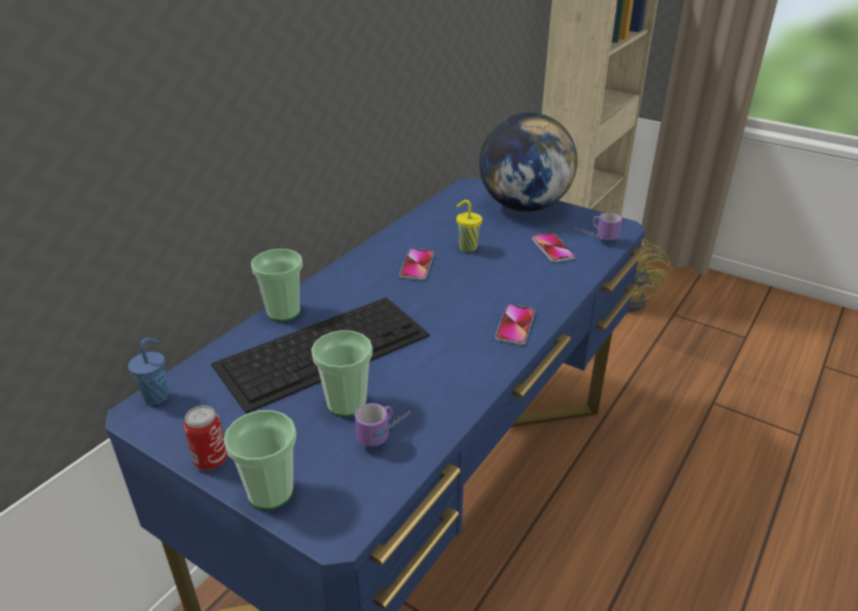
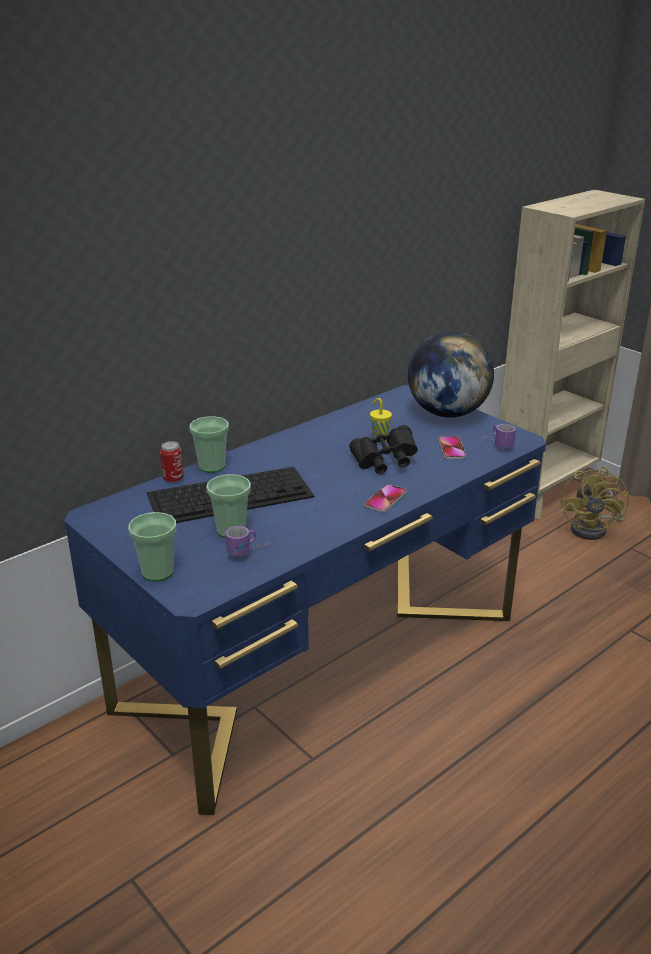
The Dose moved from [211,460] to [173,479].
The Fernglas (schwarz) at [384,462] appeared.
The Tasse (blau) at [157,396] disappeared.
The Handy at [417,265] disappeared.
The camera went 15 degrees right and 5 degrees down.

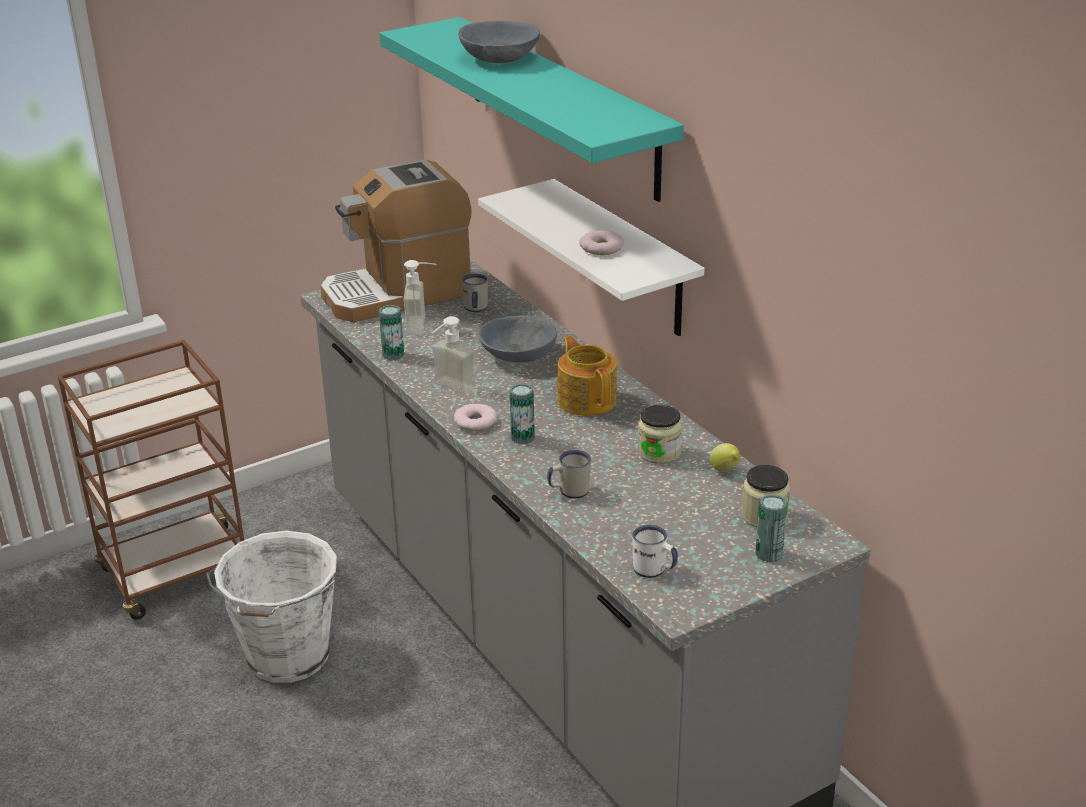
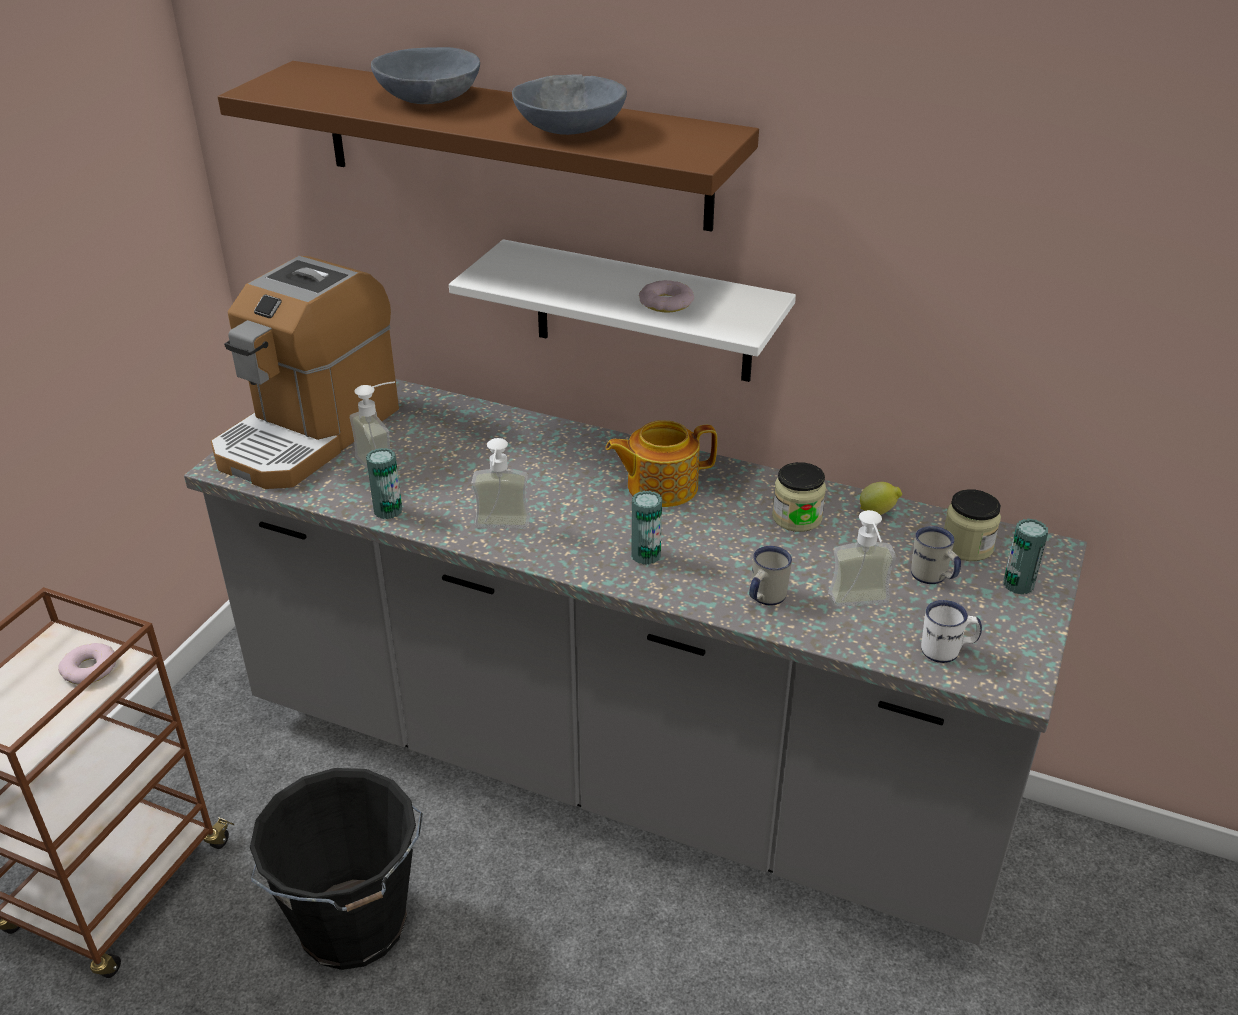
The Donut moved from [475,422] to [89,669].
The Wandregal (türkis) at [560,106] became the Wandregal (braun) at [513,145].
The Eimer (weiß) at [287,658] became the Eimer (schwarz) at [354,928].
The Schüssel (grau) moved from [517,355] to [569,129].
The Teekanne at [587,400] turned 45 degrees counterclockwise.
The Seifenspender at [861,606] appeared.
The Henkelbecher (weiß) moved from [475,309] to [933,578].
The camera went 35 degrees left and 5 degrees up.

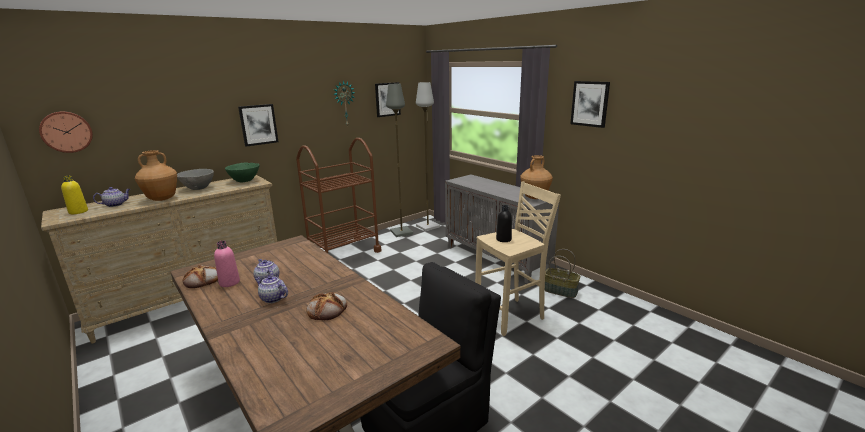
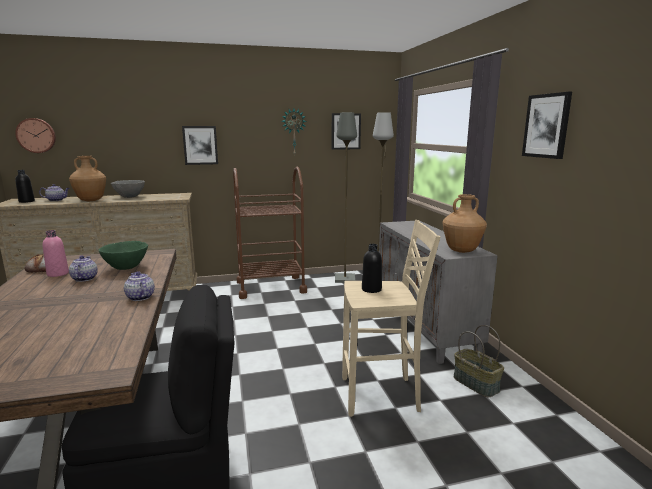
The Flasche (gelb) at [78,212] became the Flasche (schwarz) at [26,201].
The Schüssel (grün) moved from [245,181] to [126,268].
The Teekanne moved from [272,298] to [140,297].
The Brot at [327,309] disappeared.
The camera went 25 degrees right and 5 degrees down.

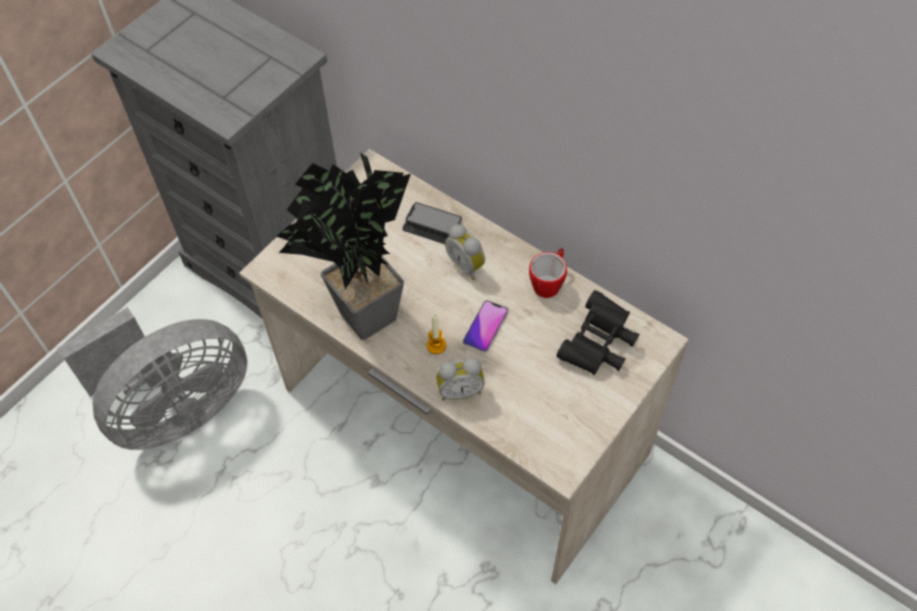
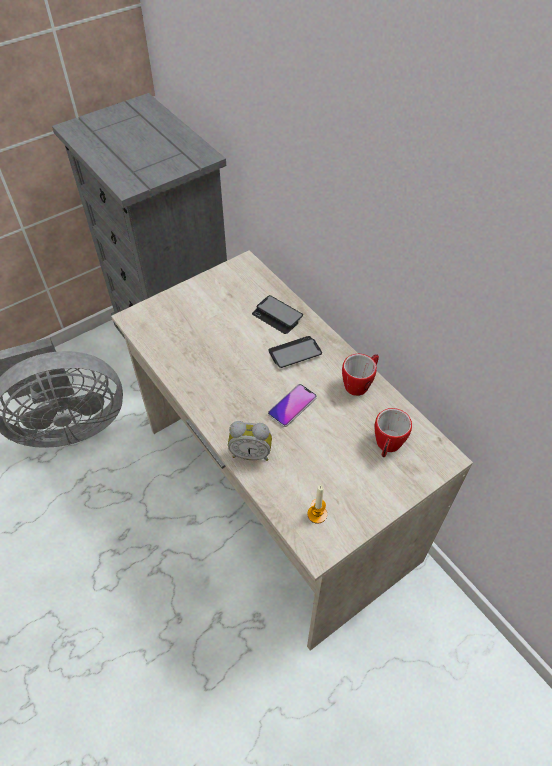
The Wecker at [467,265] was replaced by the Handy at [295,353].
The Kerze moved from [436,345] to [317,514].
The Fernglas (schwarz) at [598,345] was replaced by the Henkelbecher at [387,446].
The Topfpflanze at [358,317] disappeared.
The camera went 15 degrees right and 5 degrees down.

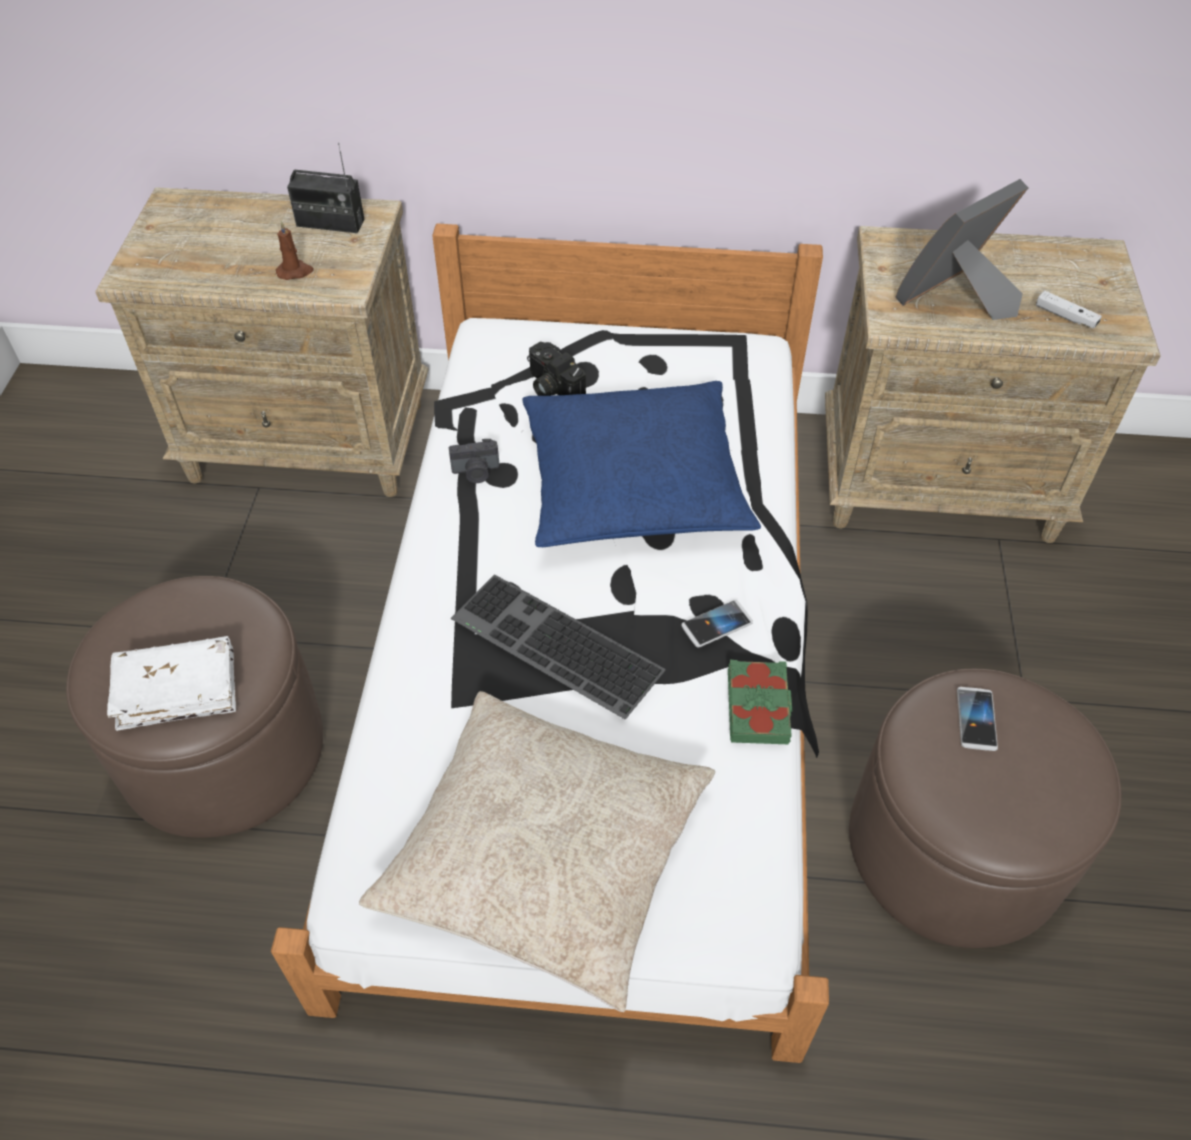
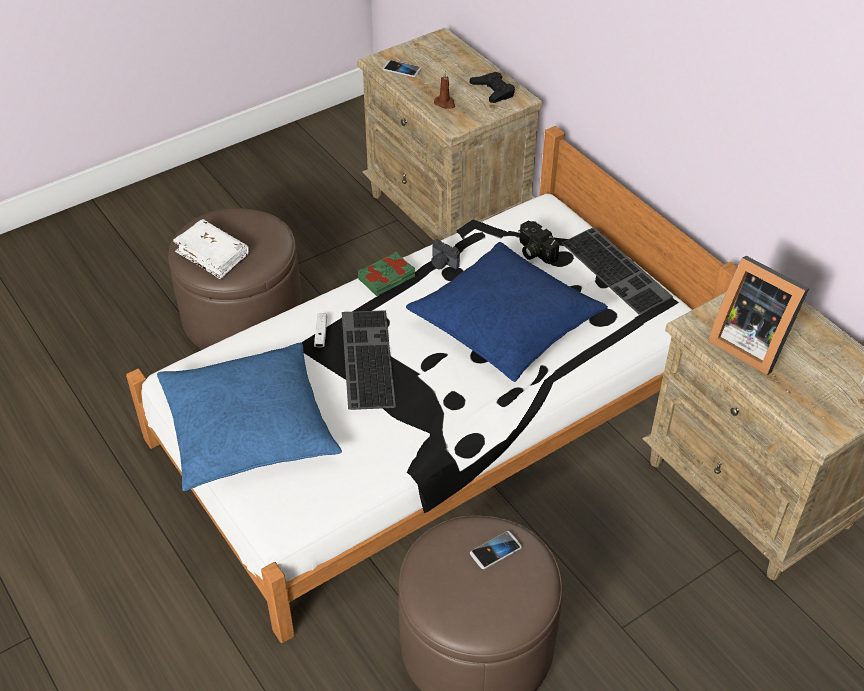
The Kissen (beige) at [545,854] became the Kissen (blau) at [248,428].
The Gamepad (weiß) moved from [1065,316] to [321,334].
The Buch (grün) moved from [759,707] to [387,278].
The Handy moved from [716,624] to [401,69].
The Radio at [330,223] was replaced by the Gamepad (schwarz) at [493,91].
The Kamera at [551,387] turned 45 degrees counterclockwise.
The Tastatur at [618,270] appeared.
The Bilderrahmen at [956,300] turned 150 degrees counterclockwise.
The camera went 50 degrees right and 5 degrees down.

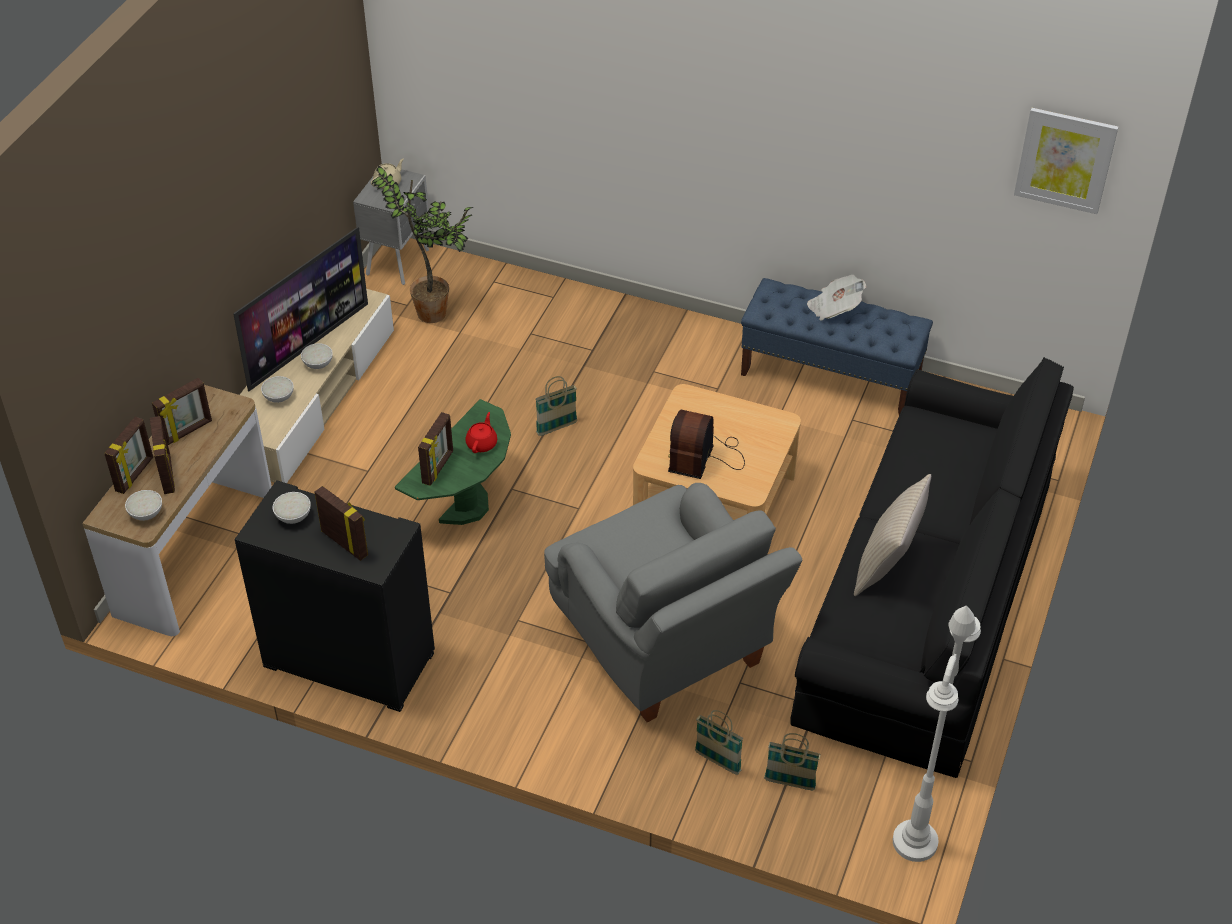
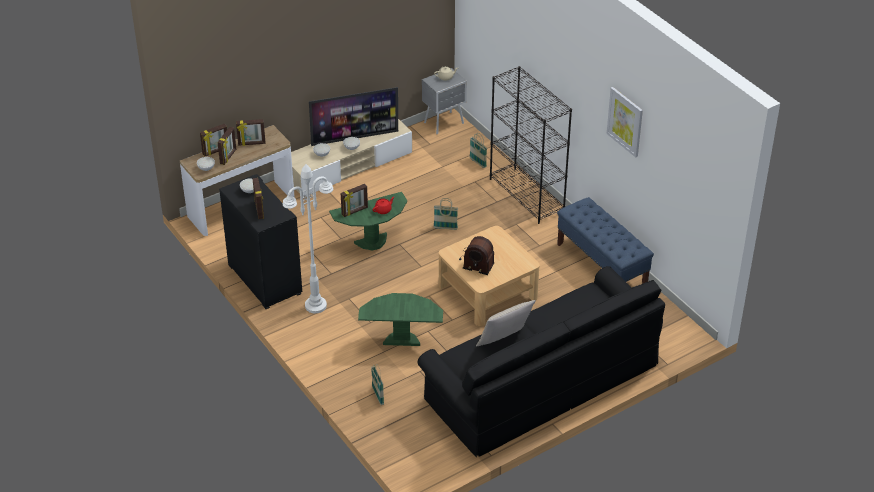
The Stehlampe (weiß) moved from [915,842] to [315,306].
The Sessel (grau) at [665,646] was replaced by the Beistelltisch (grün) at [402,340].
The Radio at [705,457] turned 120 degrees counterclockwise.
The Korb moved from [789,783] to [478,163].
The Bücherregal (schwarz) at [527,195] appeared.
The Bild moved from [1065,160] to [625,121].
The Topfpflanze at [436,314] disappeared.
The Zeitung at [834,308] disappeared.
The camera went 35 degrees right and 5 degrees down.

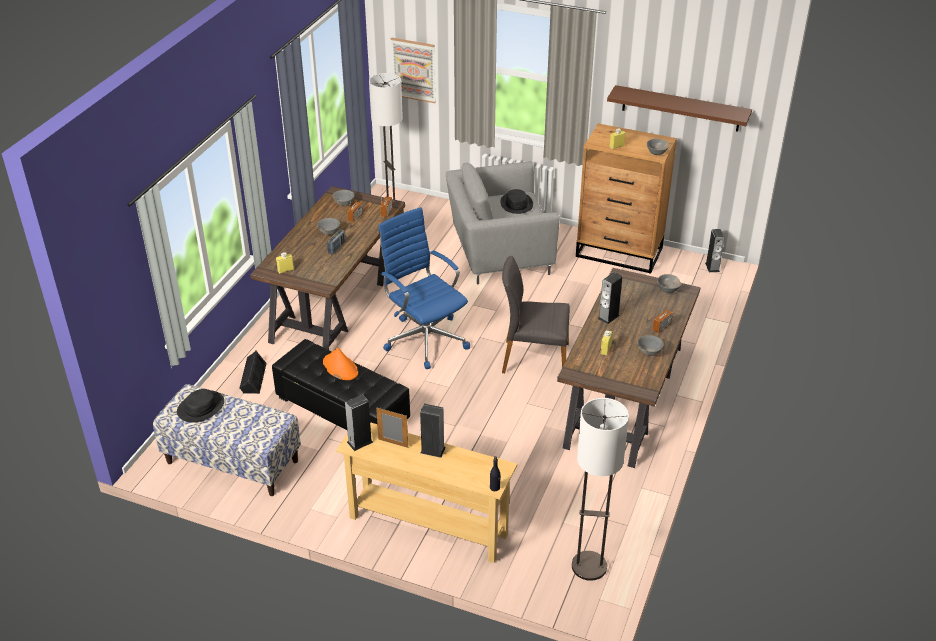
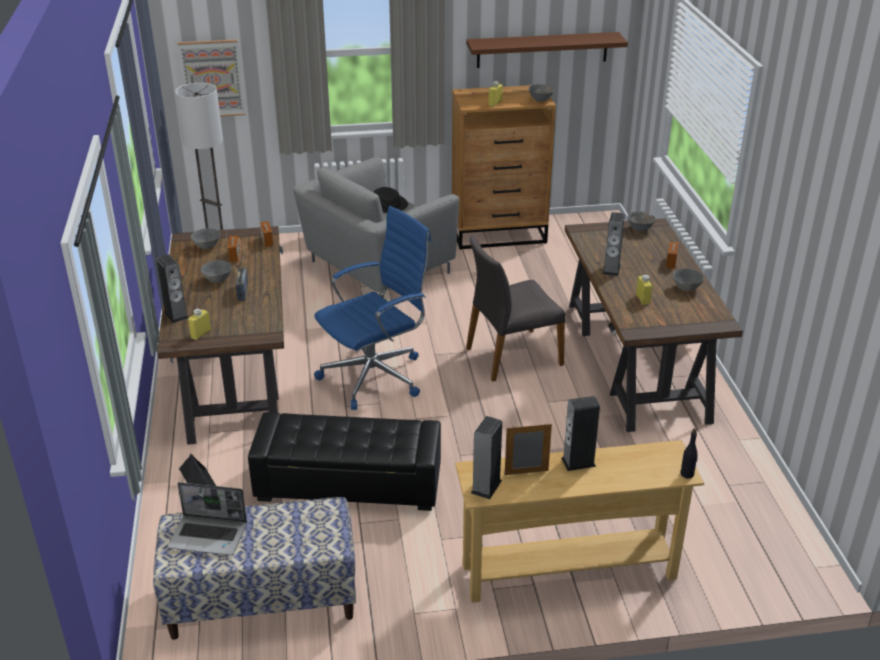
The Lautsprecher moved from [712,267] to [176,315].
The Hut (schwarz) at [201,407] was replaced by the Laptop at [209,536].
The Bürostuhl (blau) at [425,338] turned 120 degrees clockwise.
The Hut (orange) at [340,367] disappeared.
The Stehlampe at [589,566] disappeared.
The camera went 30 degrees left and 5 degrees down.

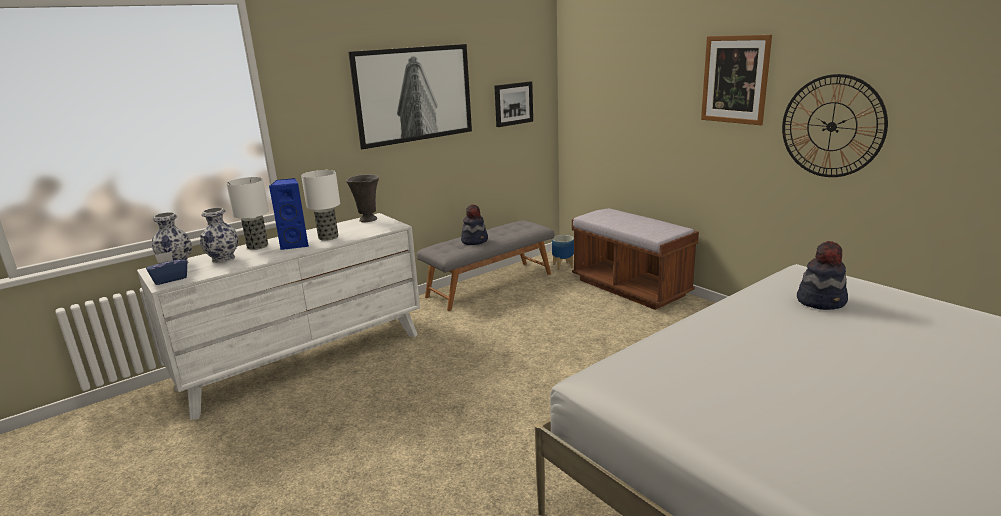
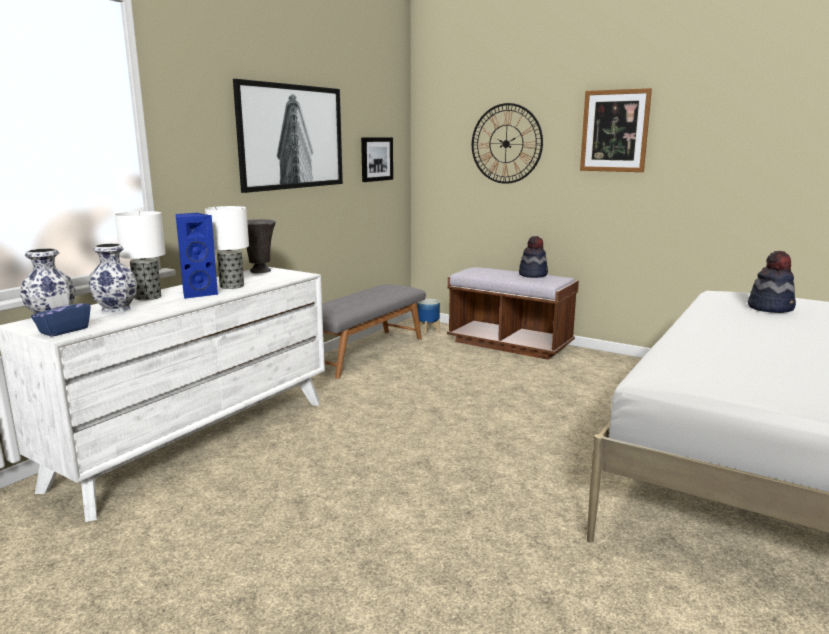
The Wanduhr moved from [831,126] to [506,144].
The Hut moved from [475,241] to [533,275].
The camera went 20 degrees left and 5 degrees down.

